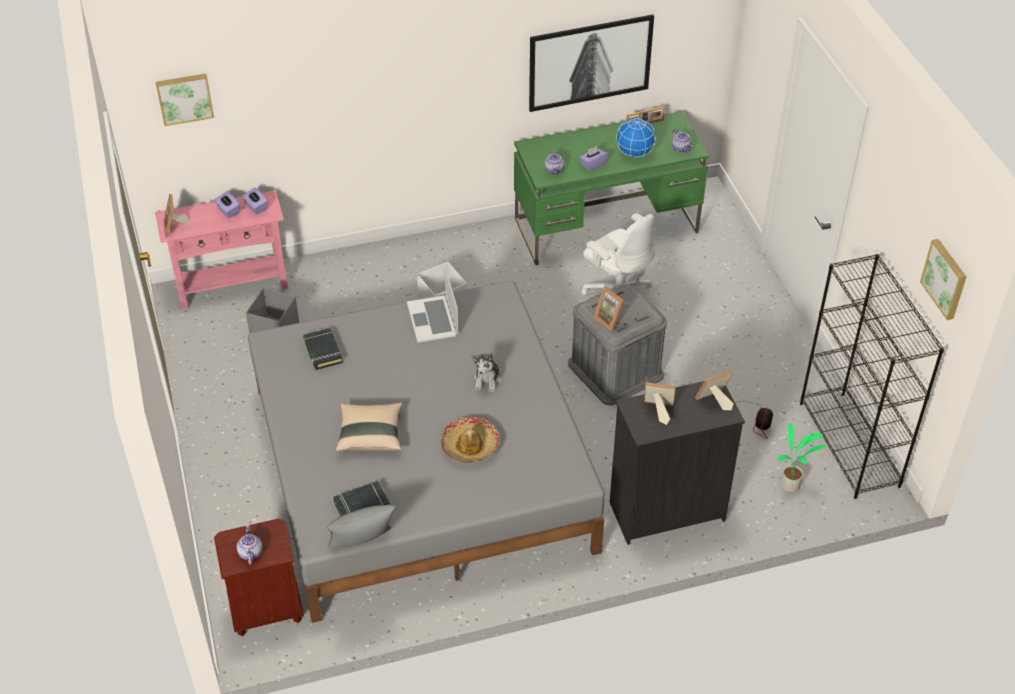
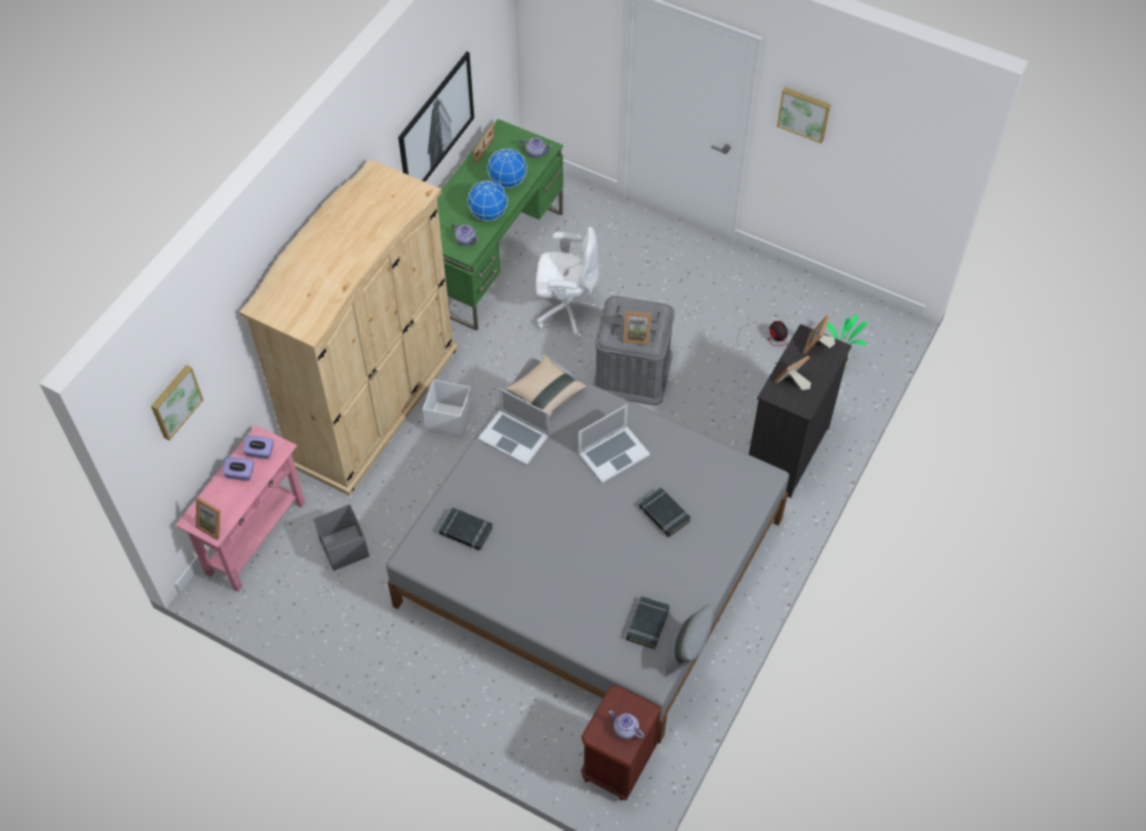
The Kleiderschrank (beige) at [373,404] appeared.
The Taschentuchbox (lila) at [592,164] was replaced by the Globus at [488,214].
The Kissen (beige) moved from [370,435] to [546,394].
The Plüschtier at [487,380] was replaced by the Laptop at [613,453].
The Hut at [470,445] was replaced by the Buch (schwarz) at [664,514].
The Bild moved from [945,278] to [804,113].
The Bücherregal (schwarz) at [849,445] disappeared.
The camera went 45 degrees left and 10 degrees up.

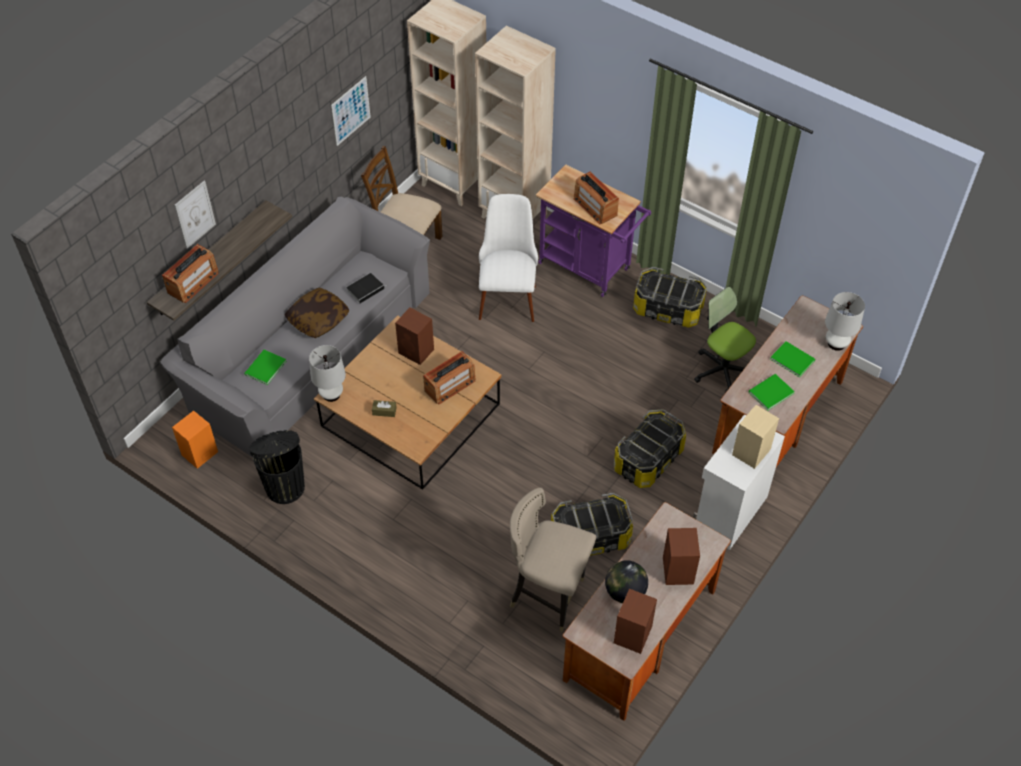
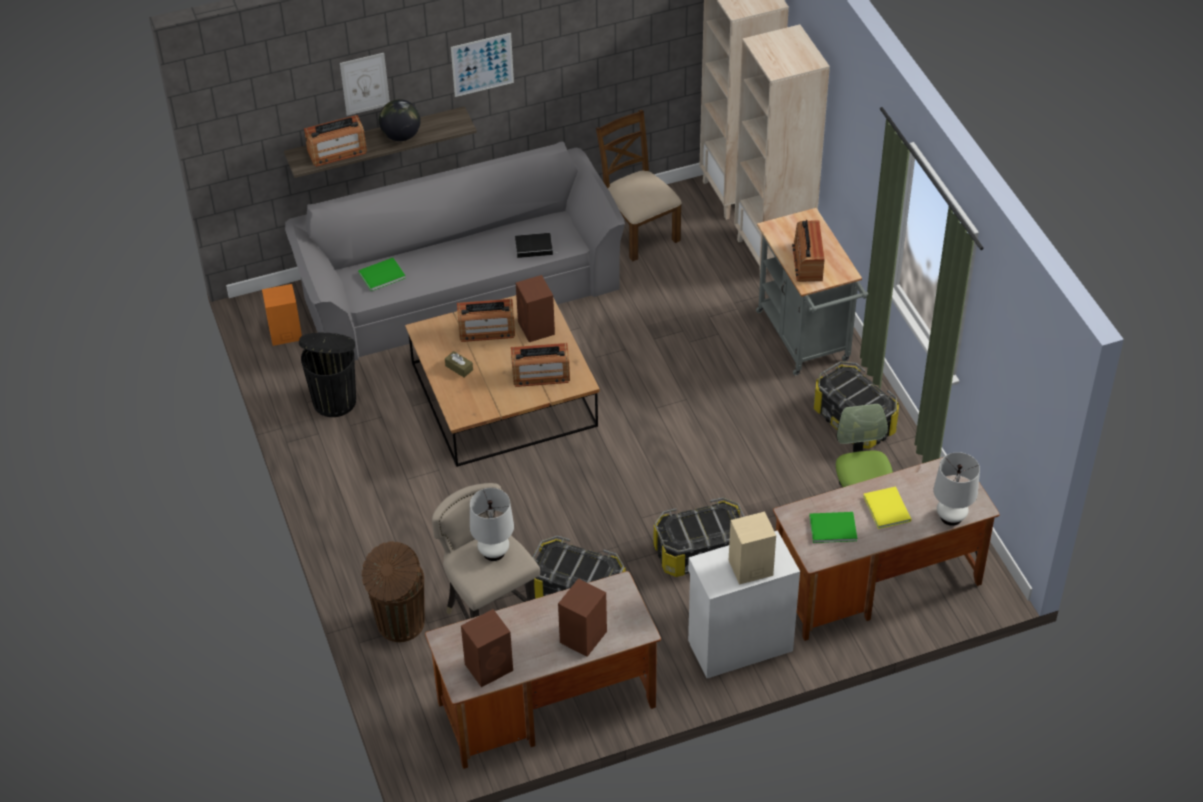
The Mülleimer (braun) at [399,624] appeared.
The Globus moved from [625,592] to [401,136].
The Bild moved from [351,111] to [482,64].
The Radio at [486,330] appeared.
The Tischlampe (weiß) moved from [331,394] to [494,552].
The Rollwagen (lila) at [589,268] became the Rollwagen (grau) at [806,341].
The Buch (grün) at [792,358] became the Buch (gelb) at [887,507].
The Kissen at [318,319] disappeared.
The Stuhl (weiß) at [508,293] disappeared.
The camera went 35 degrees right and 5 degrees down.

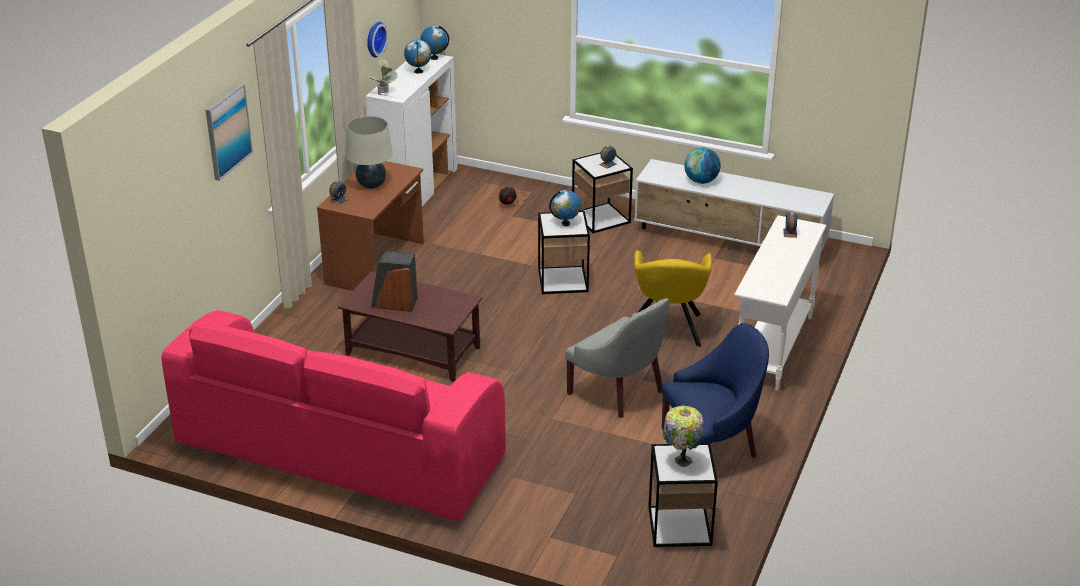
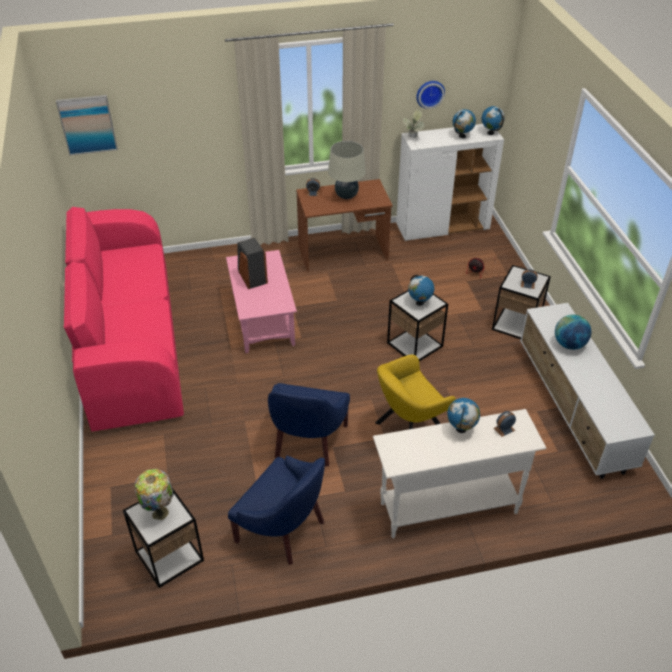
The Bild moved from [227,131] to [87,124].
The Couchtisch (braun) at [412,351] became the Couchtisch (rosa) at [262,317].
The Sessel (grau) at [620,391] became the Sessel (blau) at [307,441].
The Globus at [461,429] appeared.
The camera went 55 degrees right and 10 degrees up.

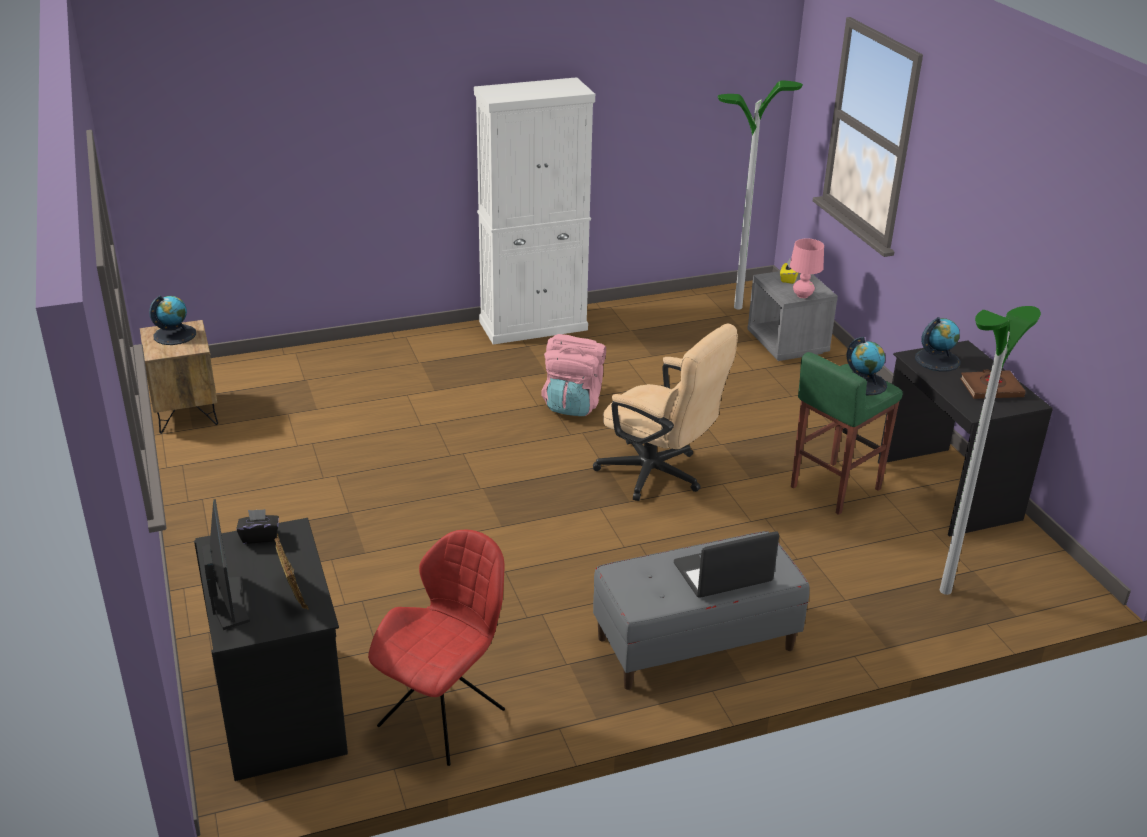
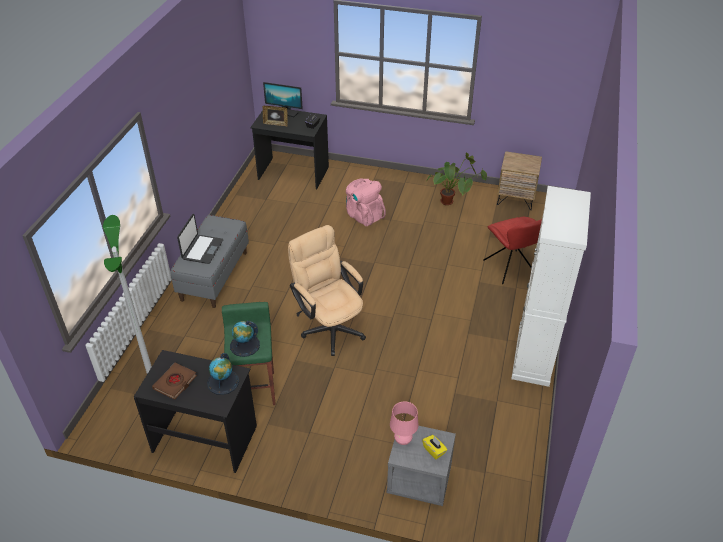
The Bürostuhl (beige) at [659,475] turned 75 degrees clockwise.
The Rucksack (rosa) moved from [573,404] to [363,215].
The Topfpflanze at [453,201] appeared.
The Stuhl (rot) moved from [445,715] to [510,268].
The Globus at [175,335] disappeared.
The Stehlampe at [738,307] disappeared.
The camera went 125 degrees right and 10 degrees up.

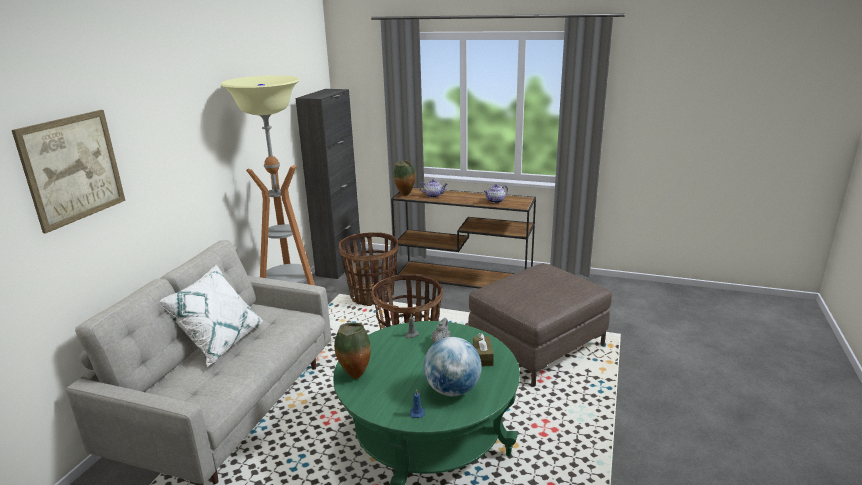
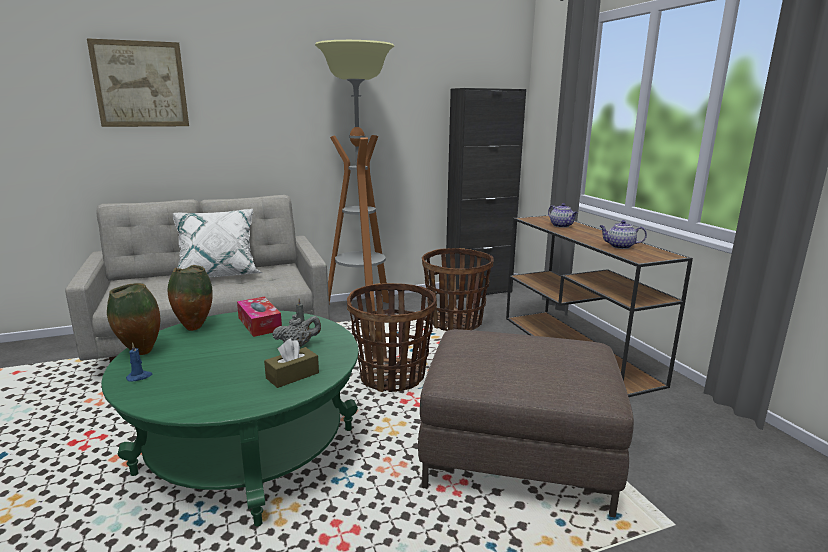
The Vase moved from [405,195] to [140,353].
The Taschentuchbox at [259,324] appeared.
The Globus at [452,390] disappeared.
The camera went 50 degrees right and 5 degrees down.

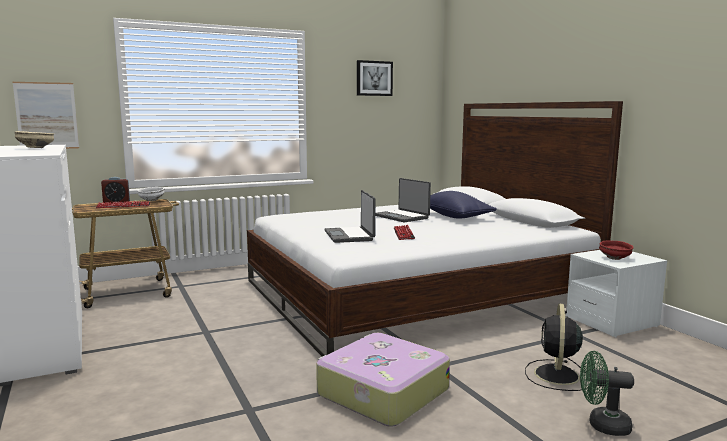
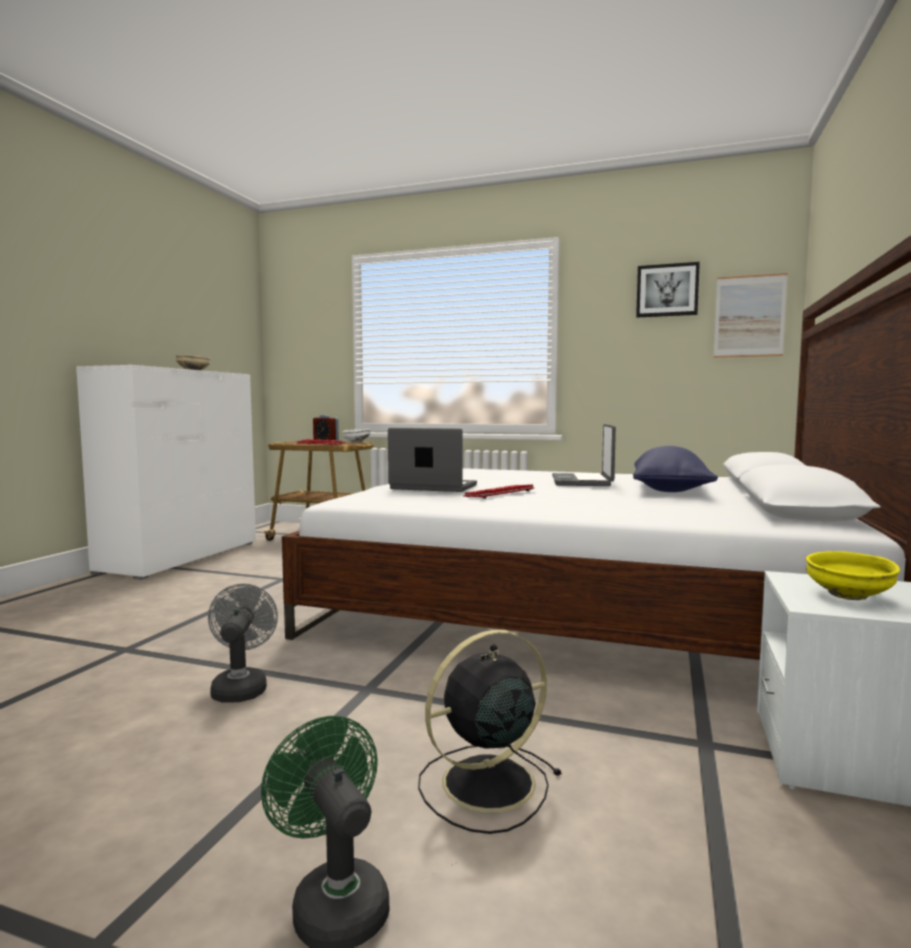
The Koffer at [381,392] was replaced by the Ventilator (grau) at [241,687].
The Laptop at [350,236] turned 75 degrees clockwise.
The Bild moved from [47,116] to [749,316].
The Schüssel (rot) at [615,258] became the Schüssel (gelb) at [848,596].
The camera went 45 degrees right and 5 degrees down.

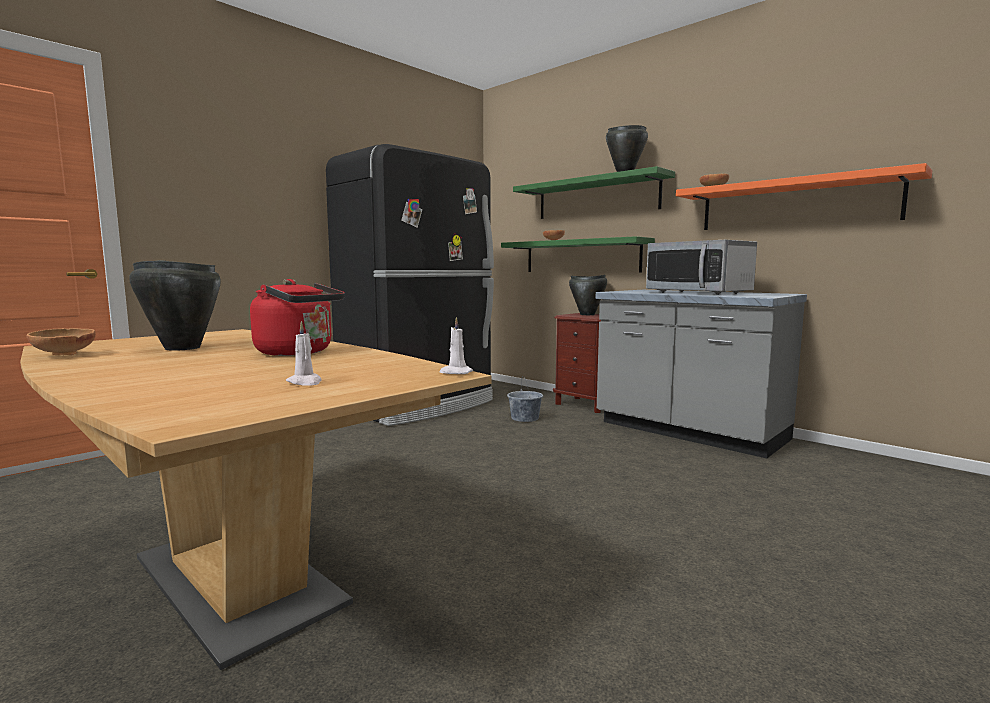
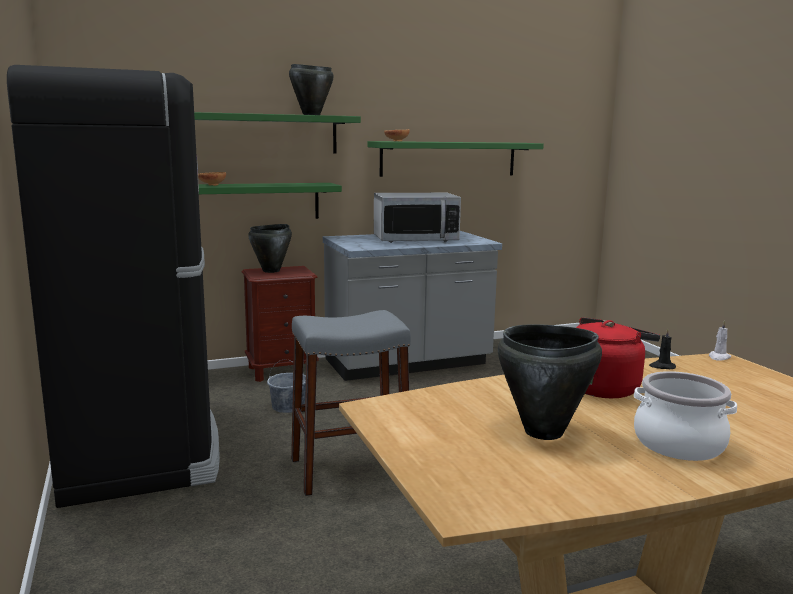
The Hocker (grau) at [349,469] appeared.
The Wandregal (orange) at [795,204] became the Wandregal (grün) at [449,159].
The Kochtopf at [678,444] appeared.
The Kerze (schwarz) at [662,367] appeared.
The Schüssel (braun) at [64,355] disappeared.
The Kerze (weiß) at [305,382] disappeared.
The camera went 65 degrees left and 5 degrees up.

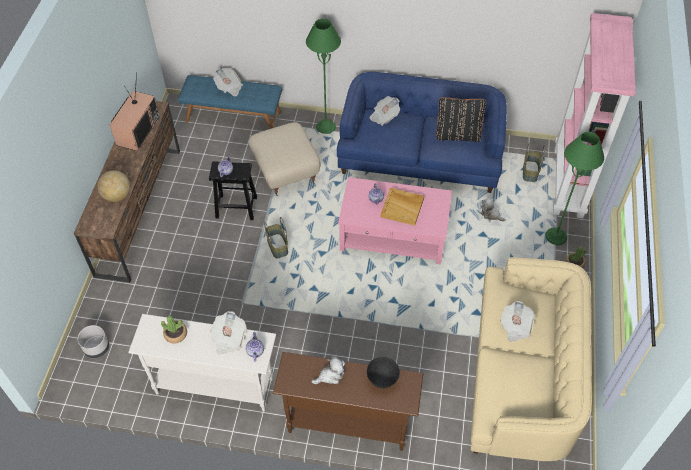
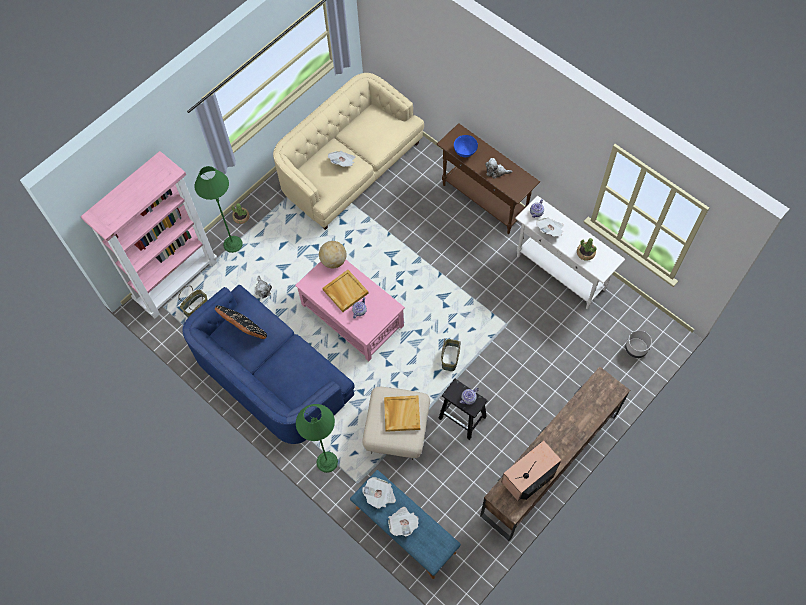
The Globus moved from [117,196] to [333,261].
The Zeitung moved from [384,116] to [380,495].
The Tablett (beige) at [401,413] appeared.
The Schüssel (schwarz) at [383,379] became the Schüssel (blau) at [464,152].
The camera went 145 degrees left and 10 degrees up.

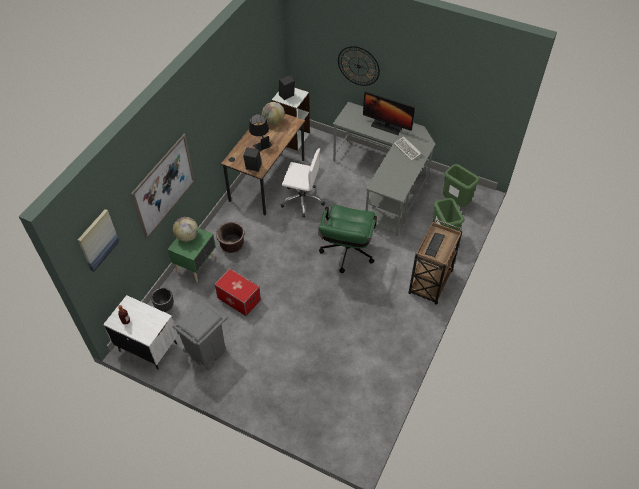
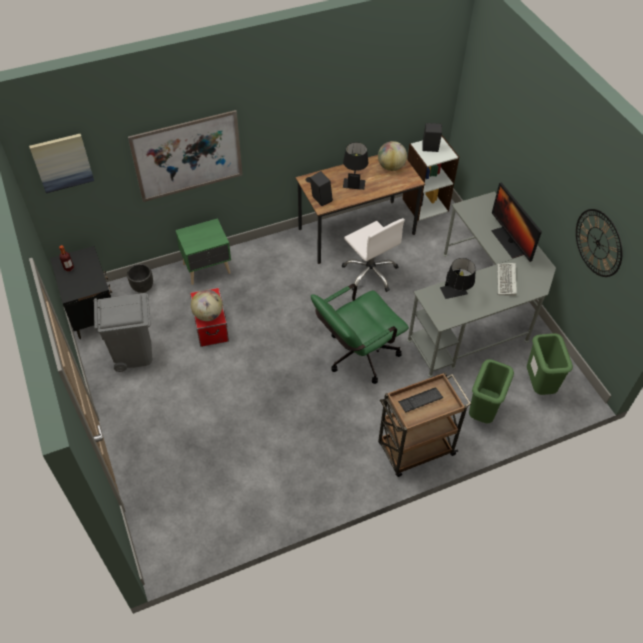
The Nachttisch (weiß) at [148,347] became the Nachttisch (schwarz) at [93,313].
The Globus moved from [187,236] to [208,315].
The Tischlampe (schwarz) at [456,294] appeared.
The Wanduhr moved from [358,66] to [598,243].
The Pflanzkübel (braun) at [232,244] disappeared.
The camera went 40 degrees right and 0 degrees up.

